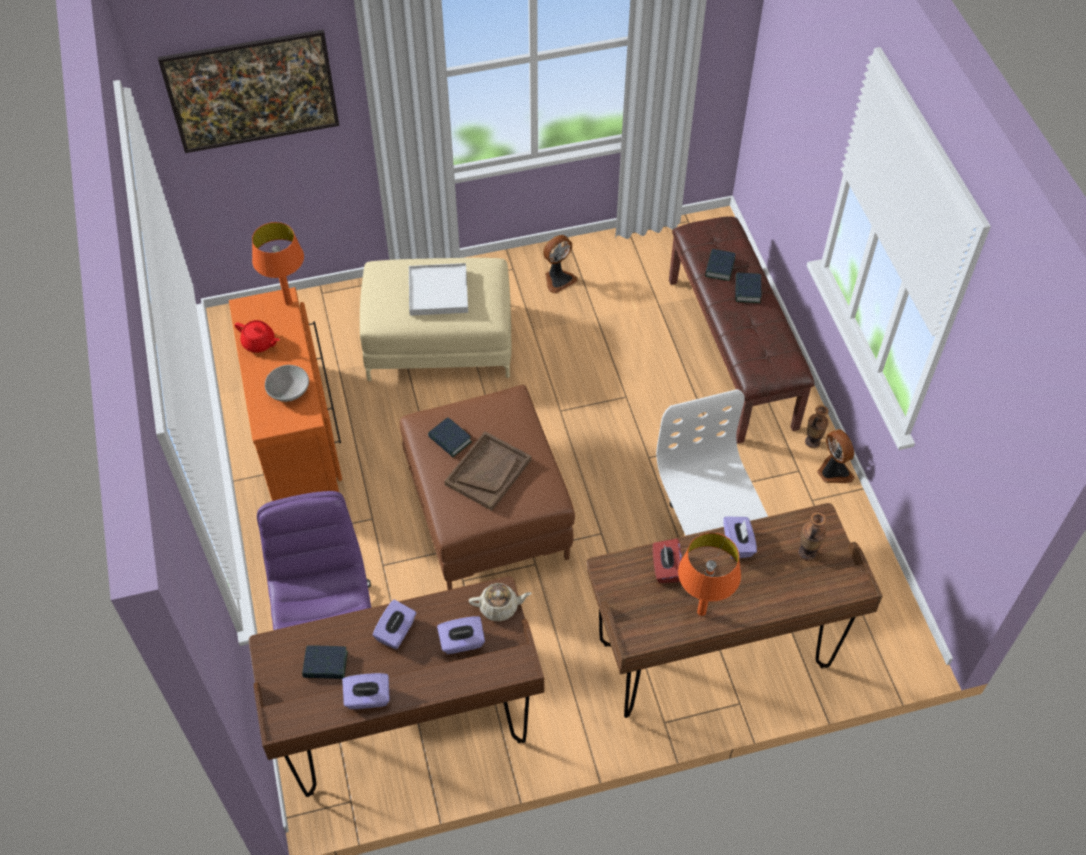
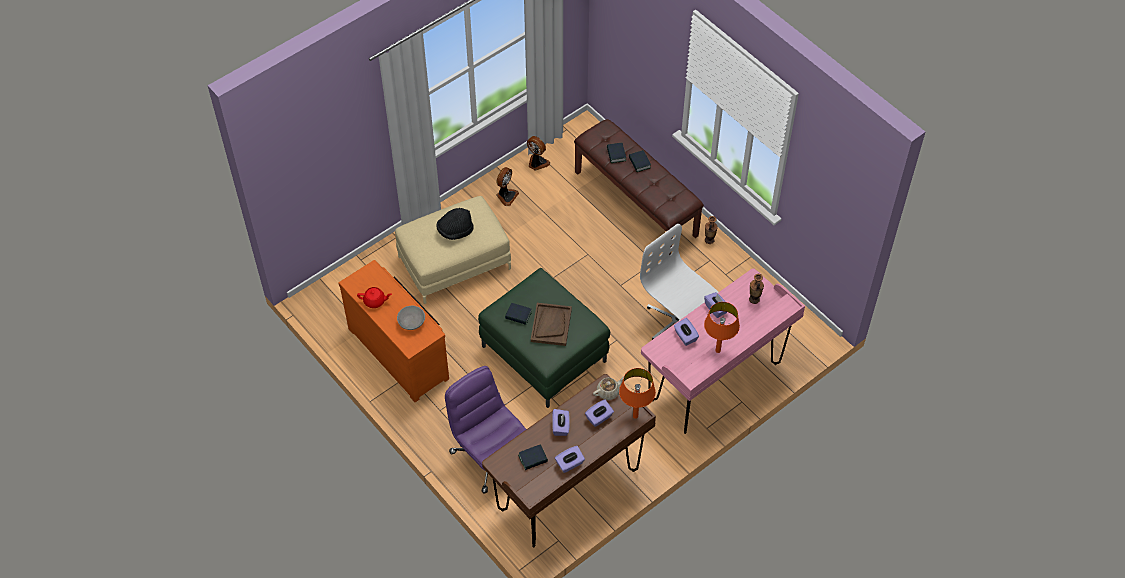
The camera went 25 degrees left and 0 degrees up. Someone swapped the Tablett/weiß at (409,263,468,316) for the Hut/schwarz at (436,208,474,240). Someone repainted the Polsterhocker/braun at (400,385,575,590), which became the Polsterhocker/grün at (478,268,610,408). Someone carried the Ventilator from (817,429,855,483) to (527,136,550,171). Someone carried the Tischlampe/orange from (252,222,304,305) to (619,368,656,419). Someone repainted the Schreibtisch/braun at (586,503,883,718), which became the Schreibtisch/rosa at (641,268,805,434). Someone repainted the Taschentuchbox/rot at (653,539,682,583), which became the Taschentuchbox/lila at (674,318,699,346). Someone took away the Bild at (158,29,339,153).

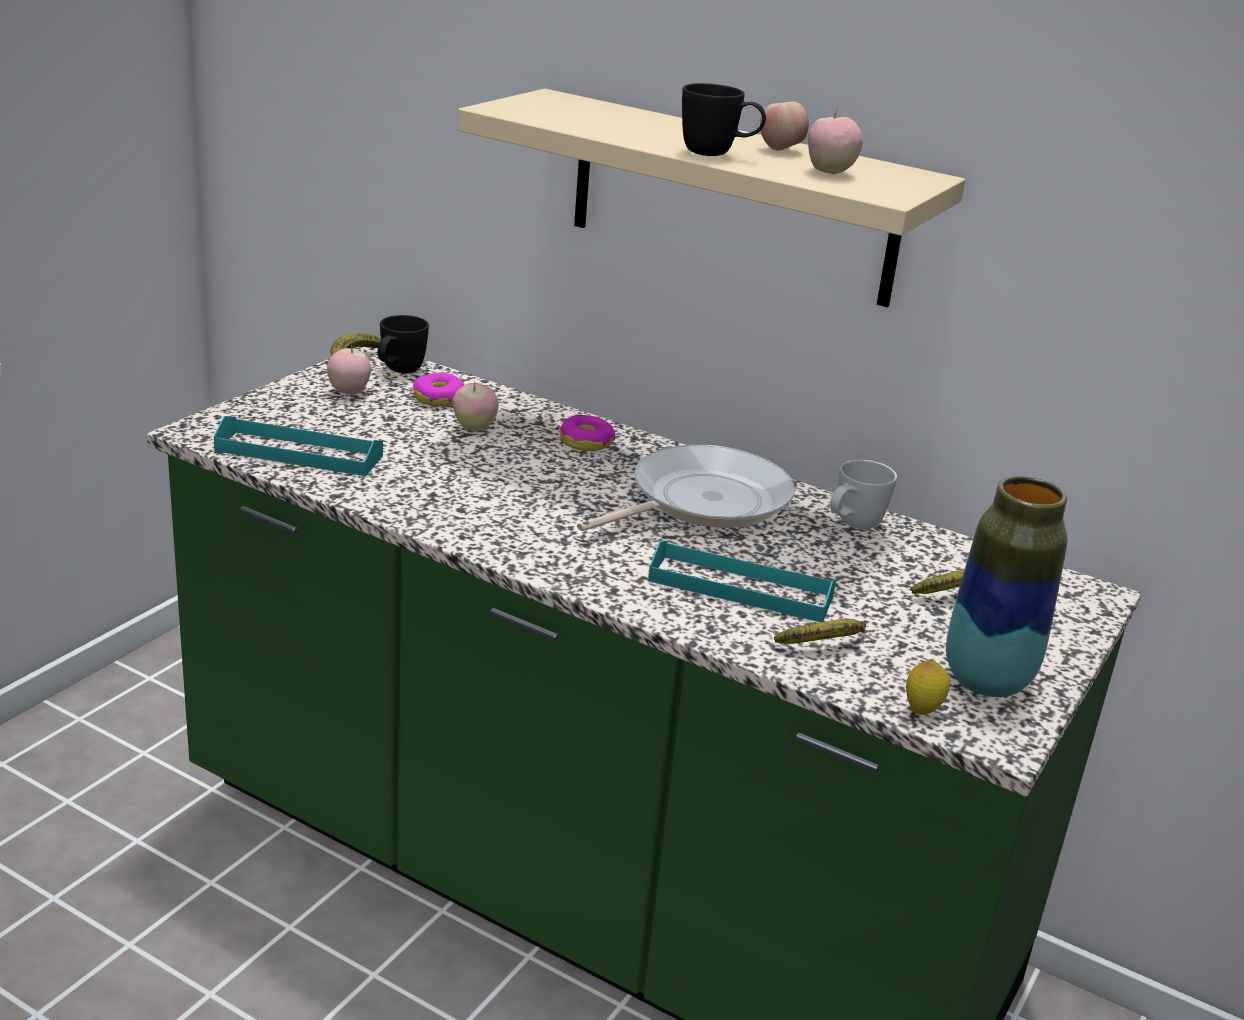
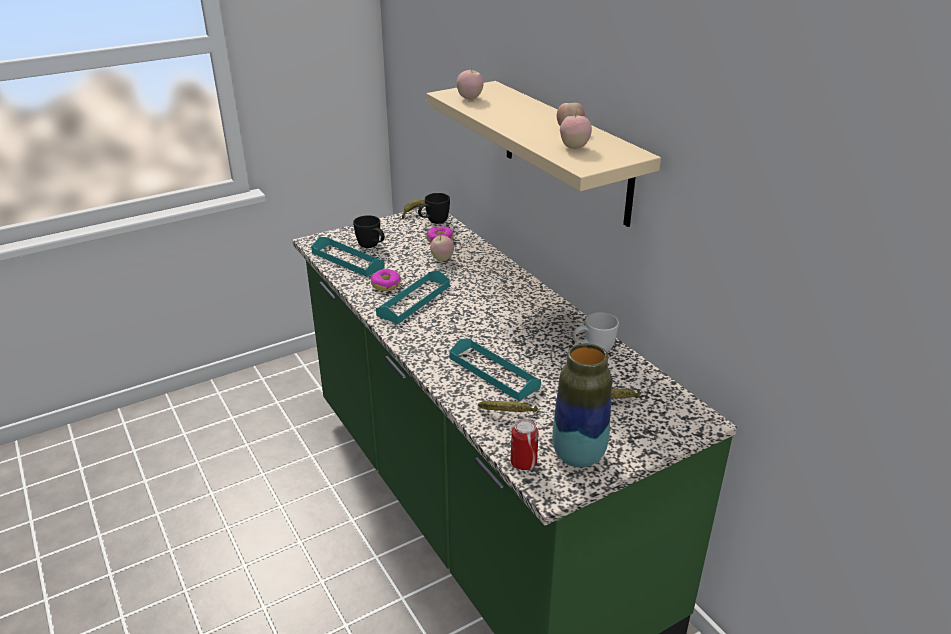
The camera went 30 degrees right and 5 degrees up. Someone carried the Henkelbecher/schwarz from (682,83,766,156) to (353,215,385,248). Someone carried the Donut from (560,415,615,451) to (370,269,401,291). Someone put down the Tablett/türkis at (376,270,450,324). Someone carried the Apfel from (327,345,371,395) to (456,67,484,100). Someone swapped the Zitrone at (906,659,950,715) for the Dose at (511,419,539,470). Someone took away the Pfanne at (577,445,795,531).

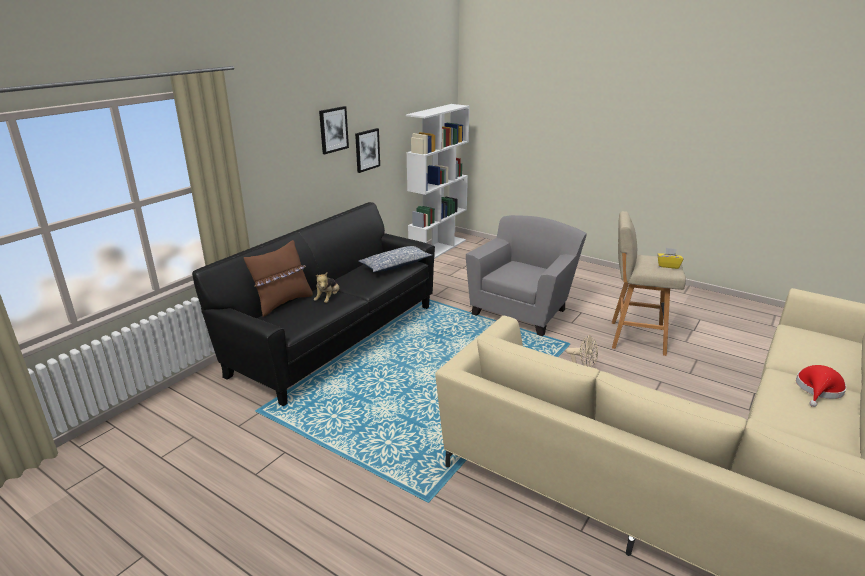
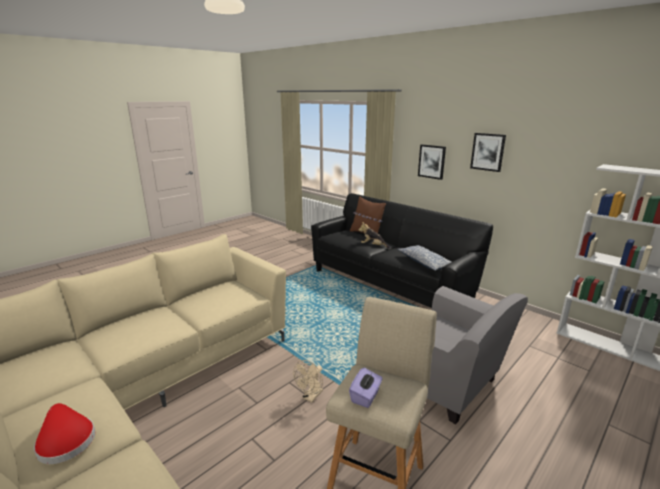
The camera went 100 degrees right and 5 degrees down. Someone repainted the Taschentuchbox/gelb at (657,248,683,269), which became the Taschentuchbox/lila at (349,368,383,408). Someone carried the Bild from (355,128,380,173) to (418,144,446,180).

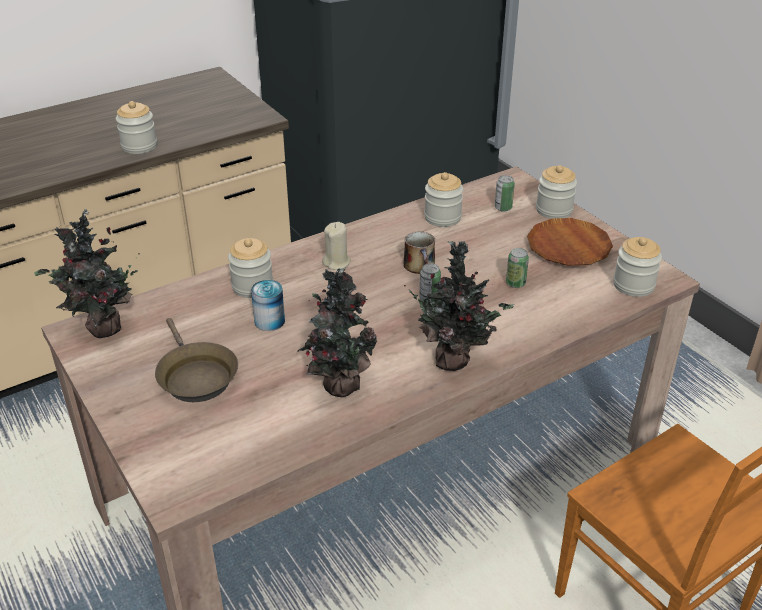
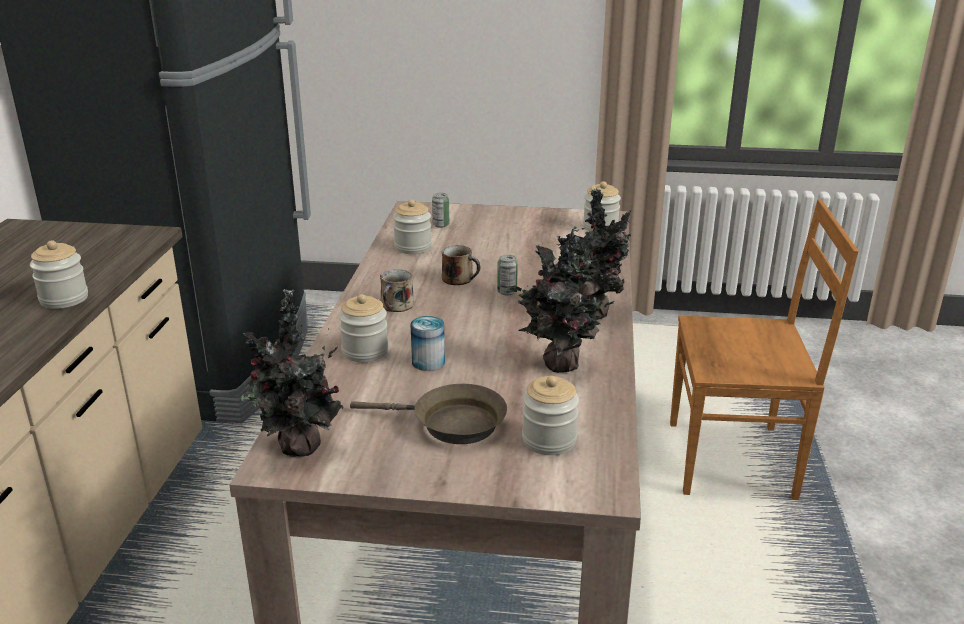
The camera went 50 degrees left and 10 degrees down. Someone swapped the Kerze/beige at (322,222,351,270) for the Henkelbecher at (380,269,414,312). Someone carried the Vorratsglas from (536,165,577,219) to (522,376,579,455). Someone took away the Dose at (506,248,529,288). Someone took away the Teller/braun at (527,218,613,266).

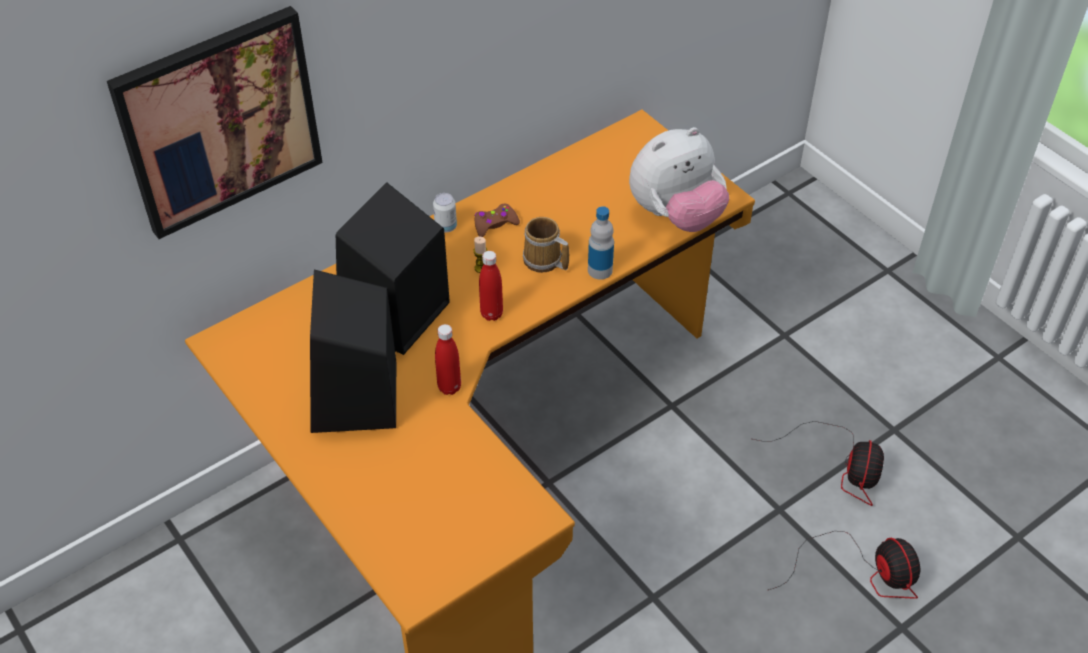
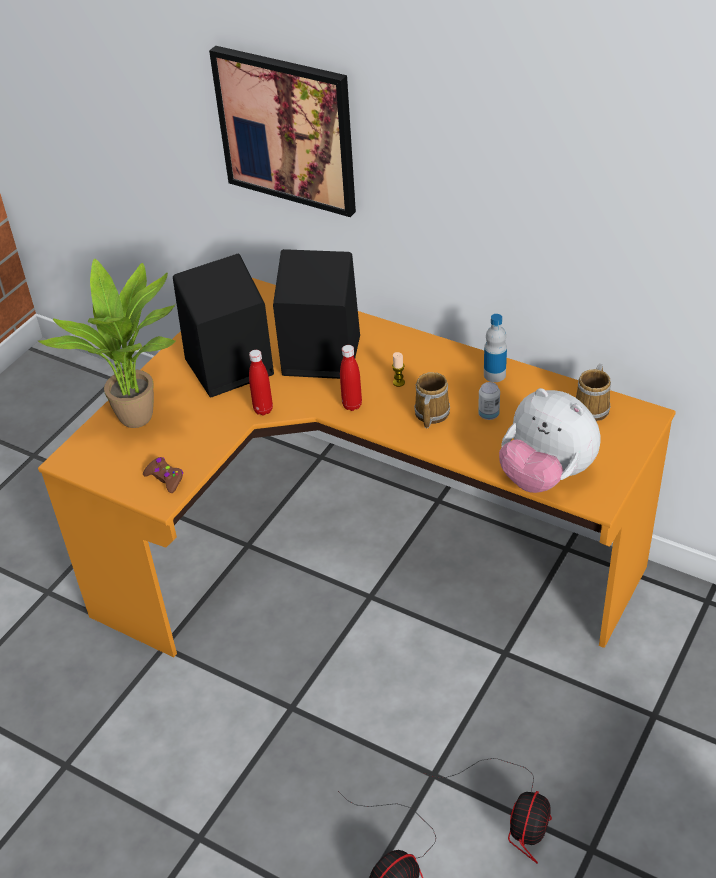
The camera went 70 degrees right and 5 degrees down. Someone put down the Topfpflanze at (38,259,176,428). Someone carried the Gamepad/braun from (475,204,520,237) to (143,457,183,493). Someone rotated the Ventilator at (753,421,884,506) by 60 degrees counterclockwise. Someone carried the Dose from (433,193,457,233) to (478,382,500,420). Someone carried the Flasche from (588,206,614,280) to (484,314,507,382). Someone put down the Henkelbecher at (576,364,611,421).

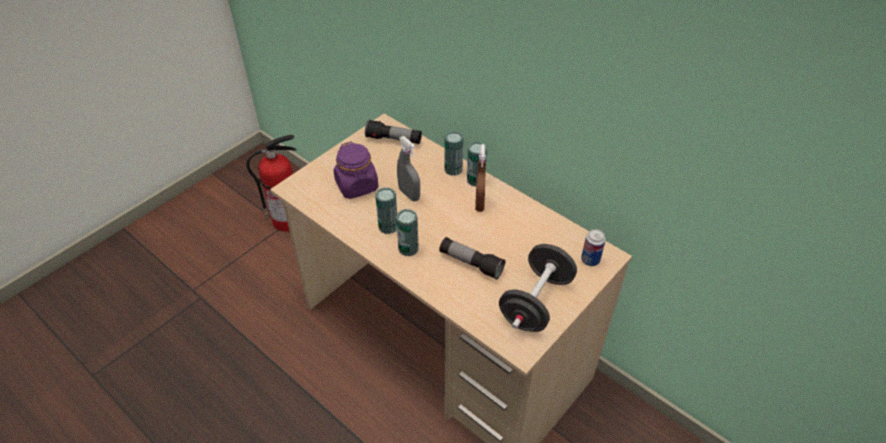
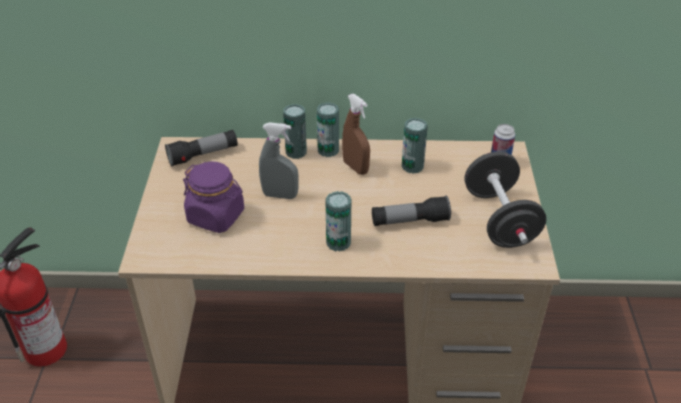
The camera went 40 degrees left and 5 degrees down. Someone carried the Dose from (375,187,397,234) to (402,118,428,174).

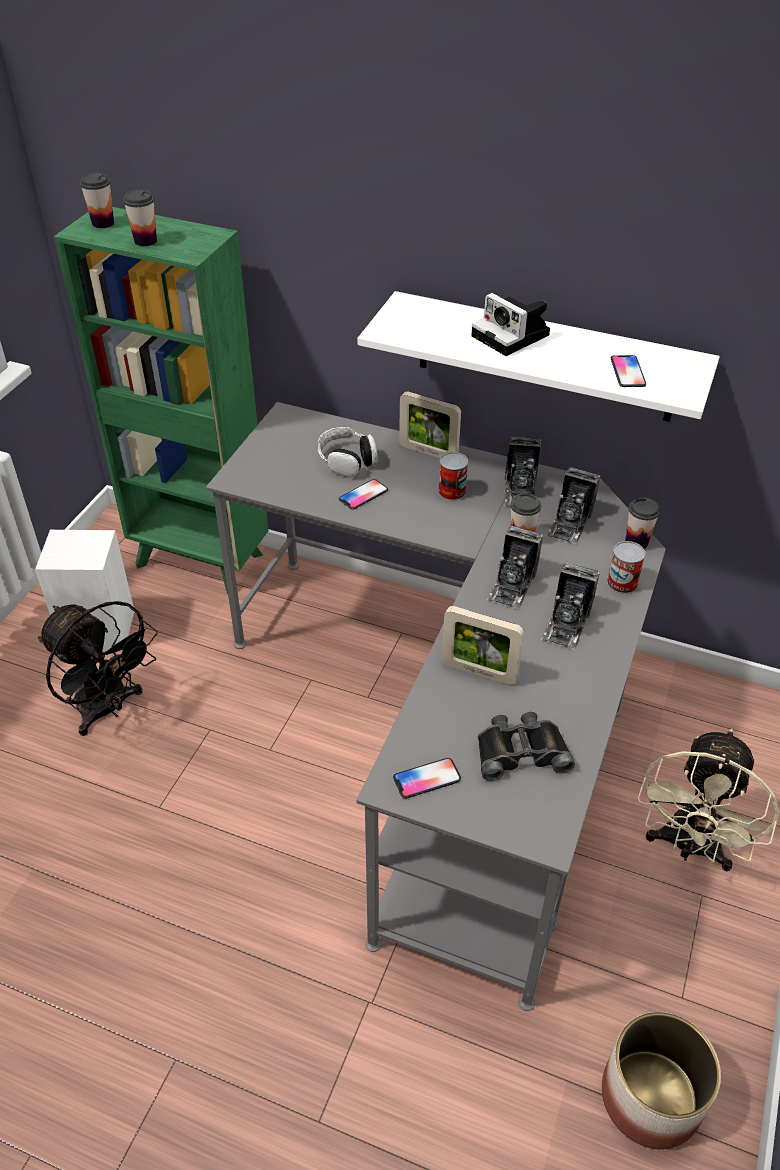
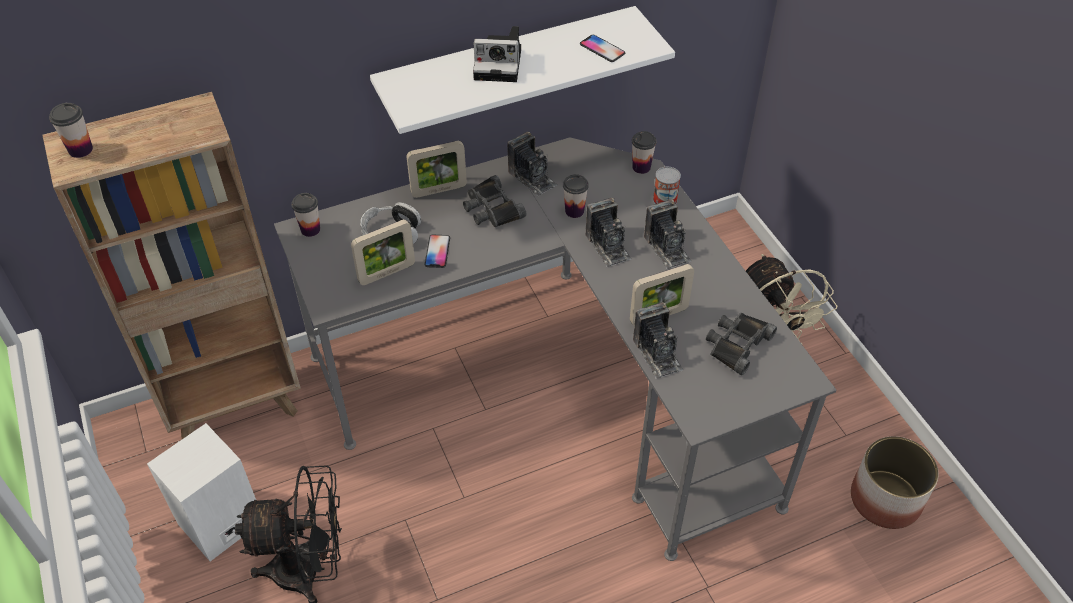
The camera went 45 degrees left and 5 degrees up. Someone repainted the Bücherregal/grün at (54,207,268,594), which became the Bücherregal/braun at (42,92,301,439). Someone carried the Tasse from (123,190,157,246) to (291,193,320,237). Someone put down the Bilderrahmen at (351,219,415,285). Someone swapped the Dose at (438,452,468,500) for the Fernglas/schwarz at (463,175,526,227). Someone carried the Kamera from (546,467,600,544) to (633,302,683,379). Someone took away the Handy at (393,758,461,799).

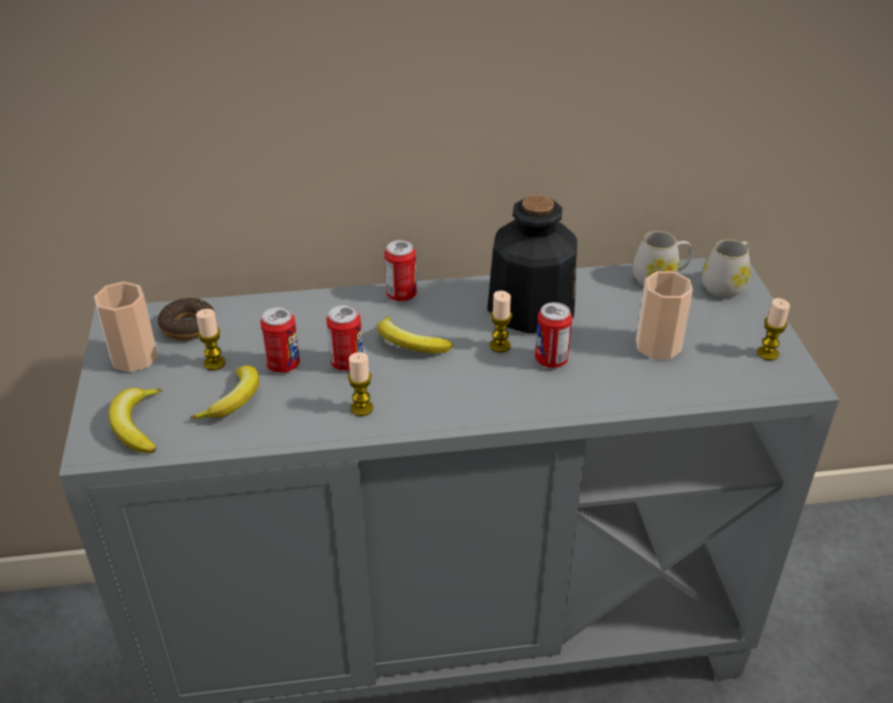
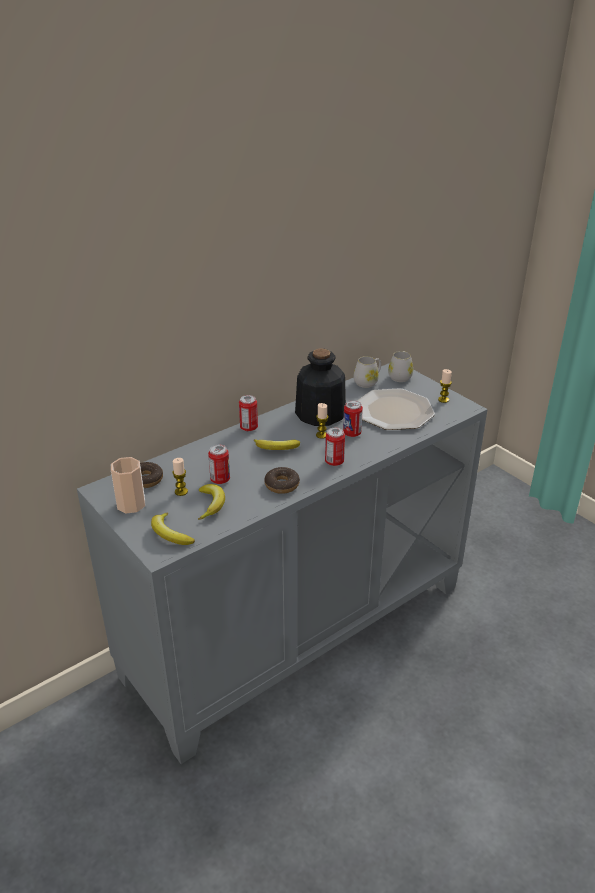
The camera went 30 degrees left and 5 degrees down. Someone swapped the Kerze at (348,352,373,416) for the Donut at (264,467,300,494). Someone carried the Dose from (326,305,363,371) to (325,427,345,466). Someone swapped the Tasse at (636,271,693,359) for the Teller at (357,388,435,430).

